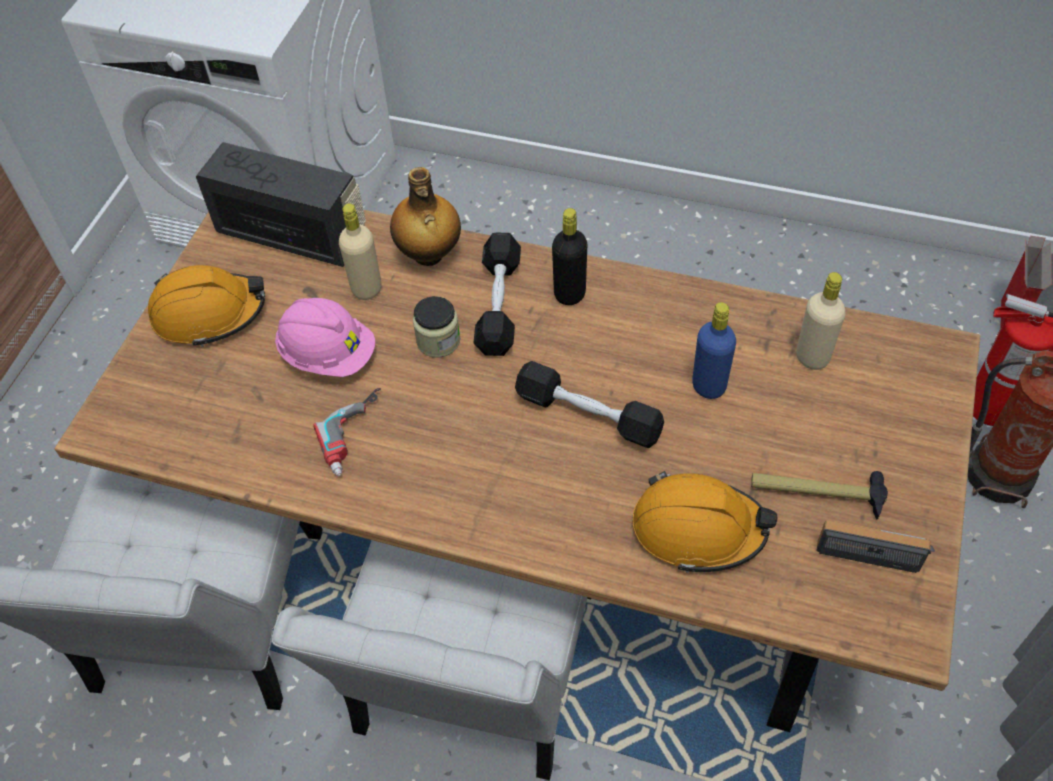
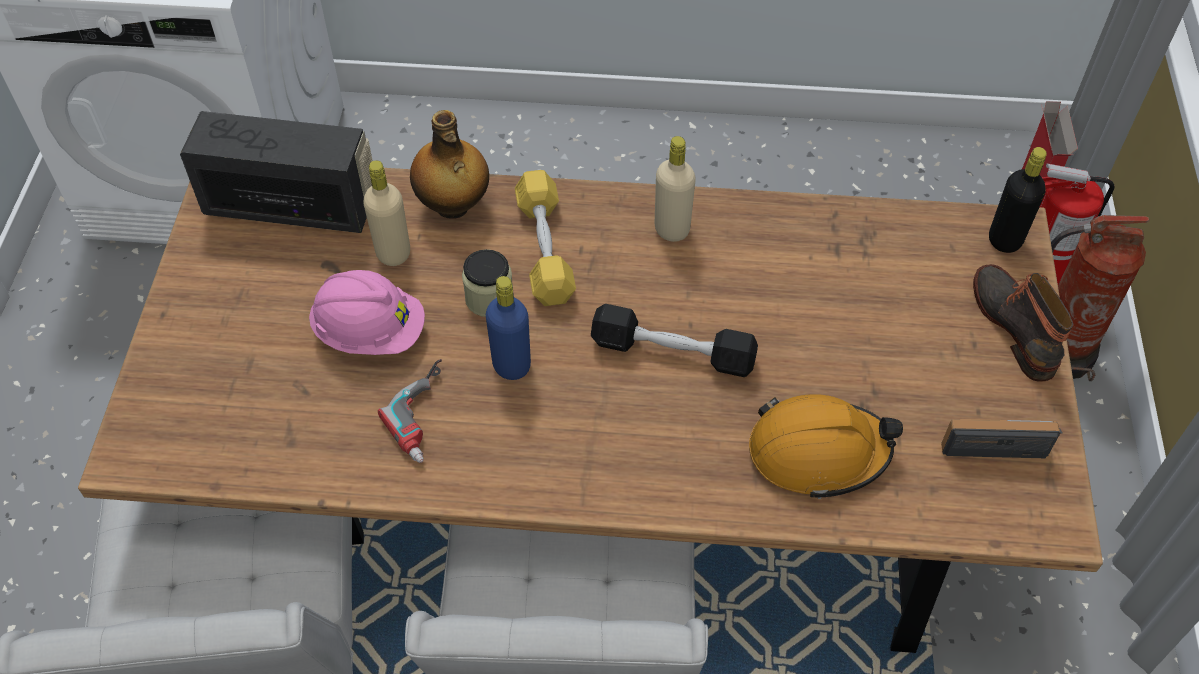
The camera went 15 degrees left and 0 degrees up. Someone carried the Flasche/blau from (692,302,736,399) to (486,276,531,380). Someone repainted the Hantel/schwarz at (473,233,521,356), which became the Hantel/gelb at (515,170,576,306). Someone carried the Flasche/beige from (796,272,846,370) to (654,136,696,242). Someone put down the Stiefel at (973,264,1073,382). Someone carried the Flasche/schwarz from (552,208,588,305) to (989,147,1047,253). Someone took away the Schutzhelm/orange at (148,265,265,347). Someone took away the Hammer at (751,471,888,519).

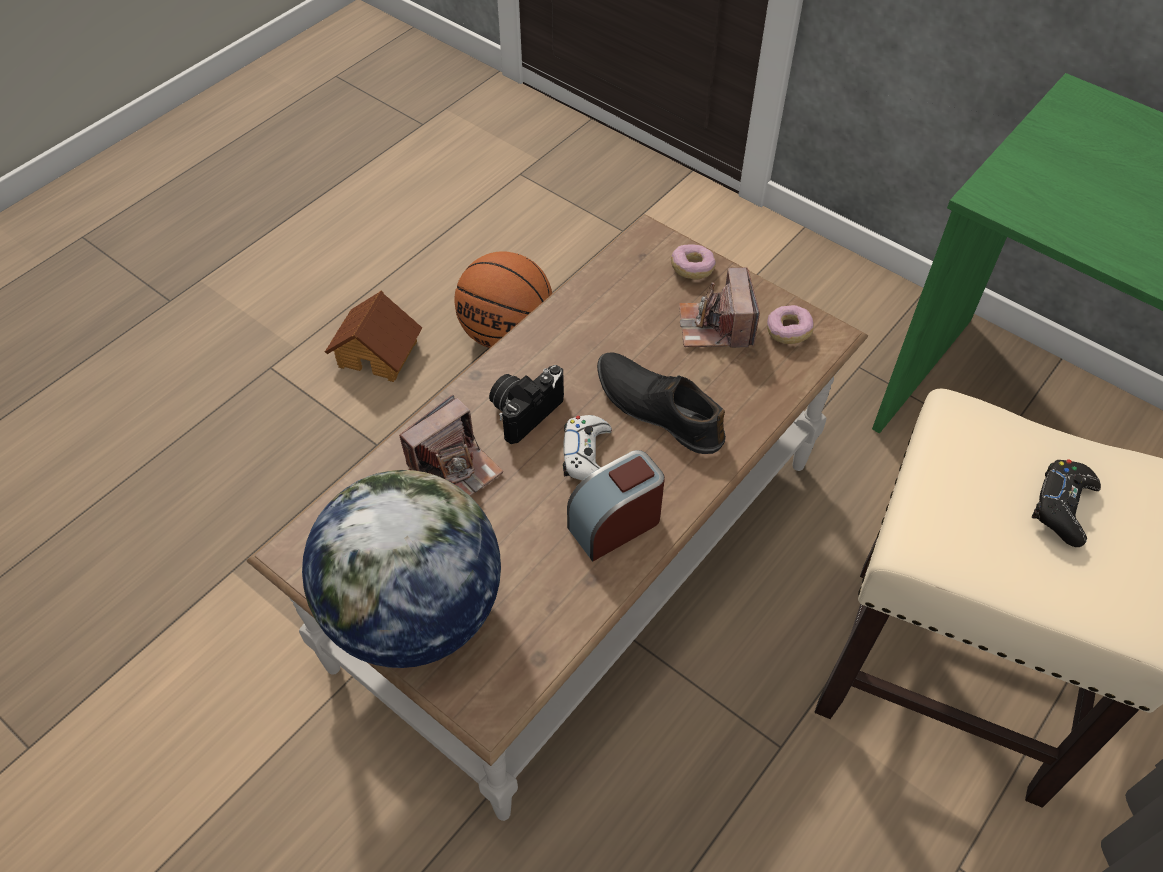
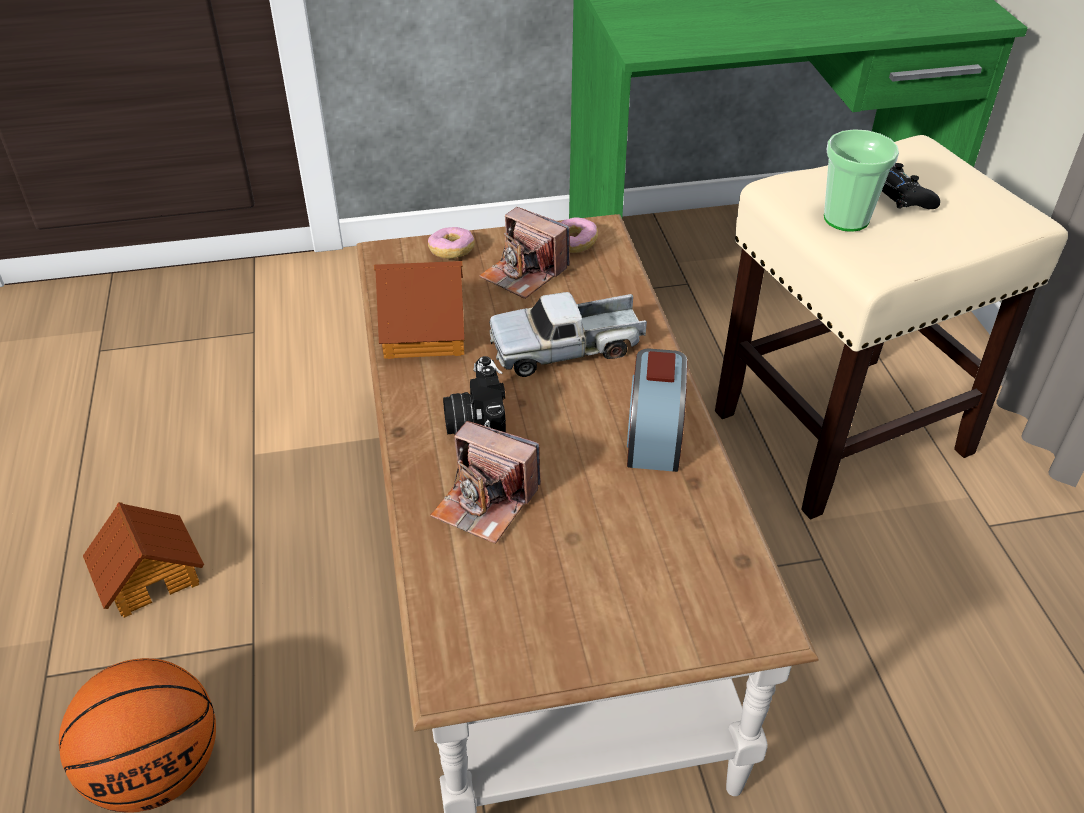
The camera went 50 degrees left and 10 degrees down. Someone carried the Basketball from (455,251,552,348) to (59,658,216,813). Someone put down the Spielzeughaus at (374,261,464,359). Someone rotated the Kamera at (399,395,504,496) by 120 degrees clockwise. Someone swapped the Schuh/schwarz at (597,352,726,454) for the Spielzeuglaster at (489,292,647,377). Someone put down the Tasse at (824,129,899,232). Someone took away the Globus at (302,470,501,668). Someone took away the Gamepad/weiß at (563,415,612,480).

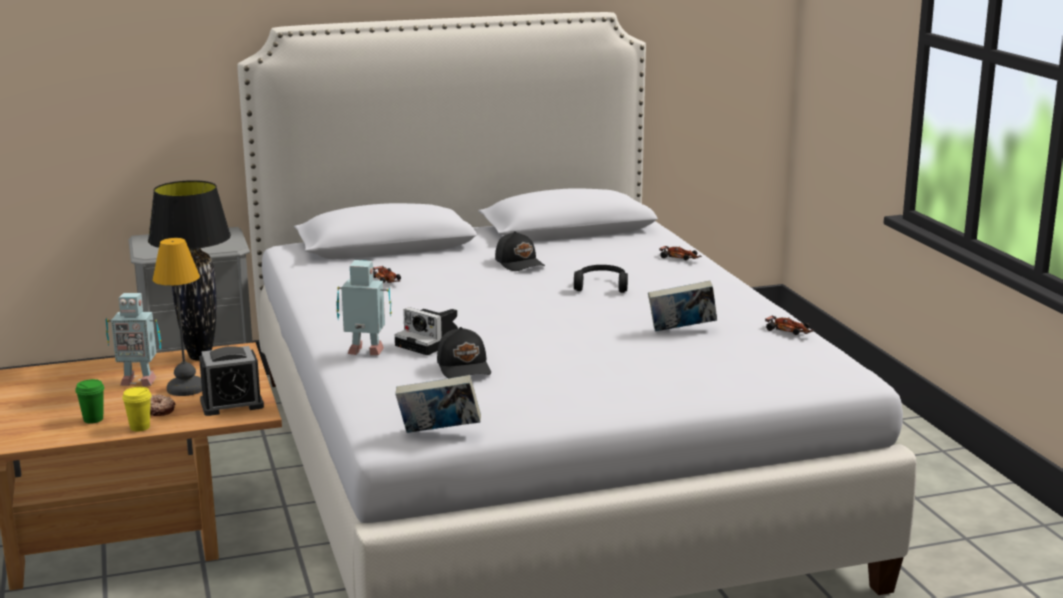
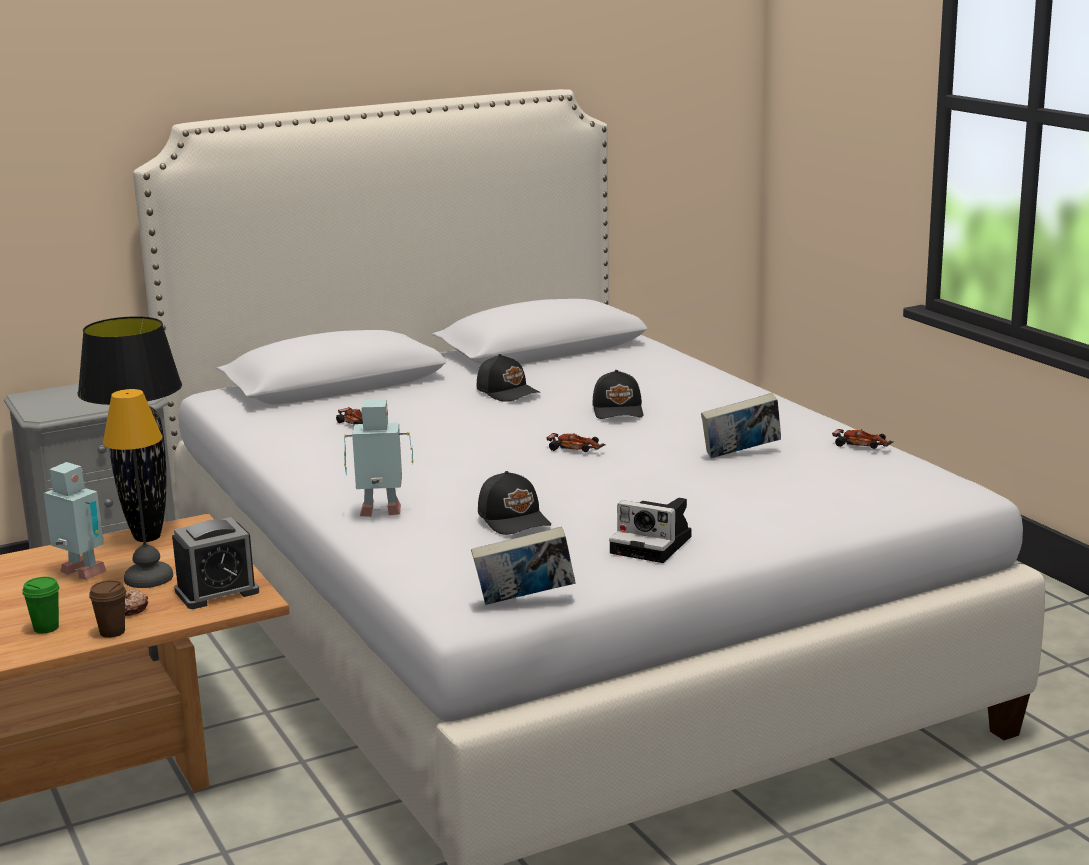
The camera went 10 degrees left and 0 degrees up. Someone rotated the Spielzeugroboter at (106,293,161,386) by 135 degrees counterclockwise. Someone repainted the Tasse/gelb at (122,387,152,431), which became the Tasse/braun at (89,580,126,638). Someone carried the Spielzeugauto from (659,246,702,260) to (546,433,606,452). Someone swapped the Kopfhörer/schwarz at (574,265,628,293) for the Kappe/schwarz at (592,370,643,419). Someone carried the Kamera from (394,307,459,355) to (609,498,692,563).

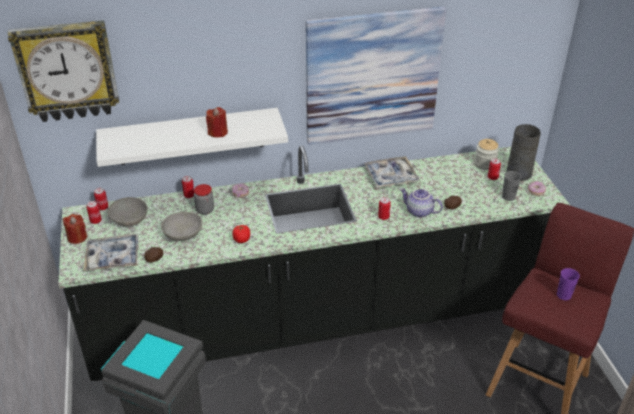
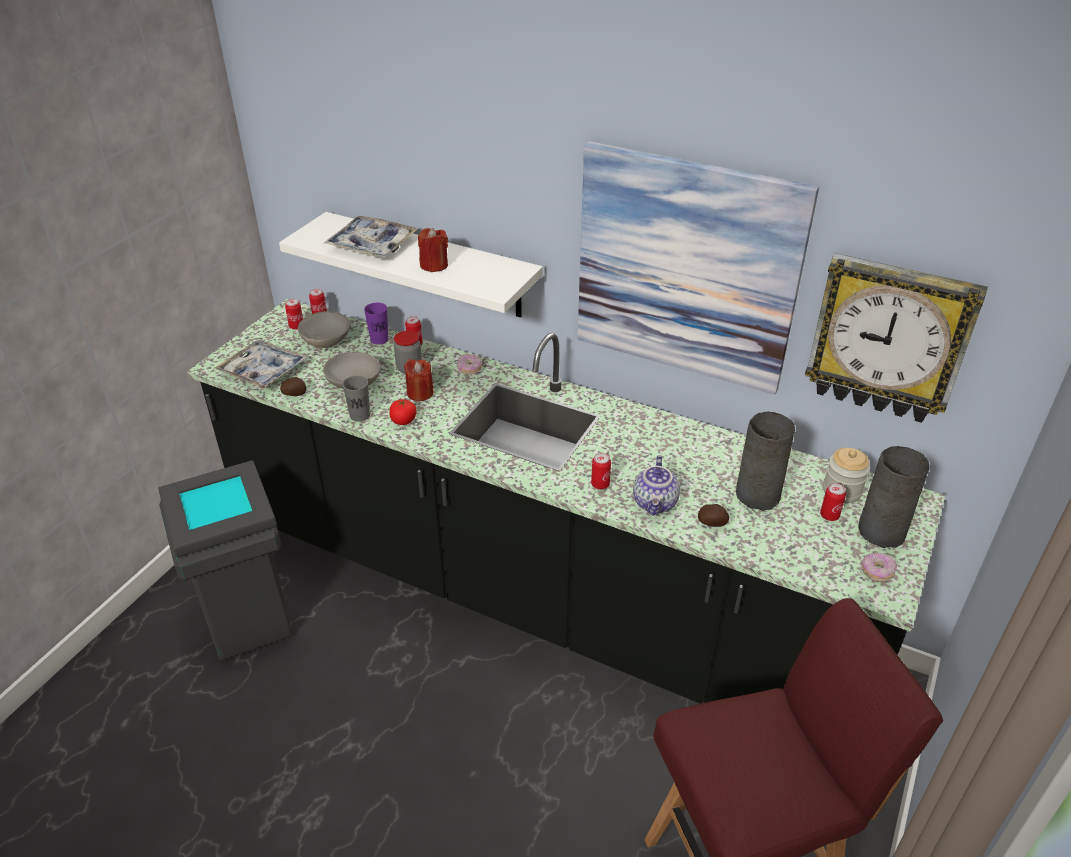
The camera went 40 degrees right and 0 degrees up. Someone carried the Tablett from (364,156,420,188) to (324,216,418,258). Someone carried the Tasse/grau from (502,171,521,201) to (342,375,370,422). Someone carried the Tasse/lila from (557,268,580,300) to (364,303,389,345). Someone carried the Kerze/rot from (63,214,87,244) to (404,359,434,401). Someone rotated the Teekanne at (400,188,443,218) by 150 degrees counterclockwise. Someone put down the Vase/grau at (736,411,795,511). Someone carried the Wanduhr from (8,20,119,122) to (805,253,988,423).

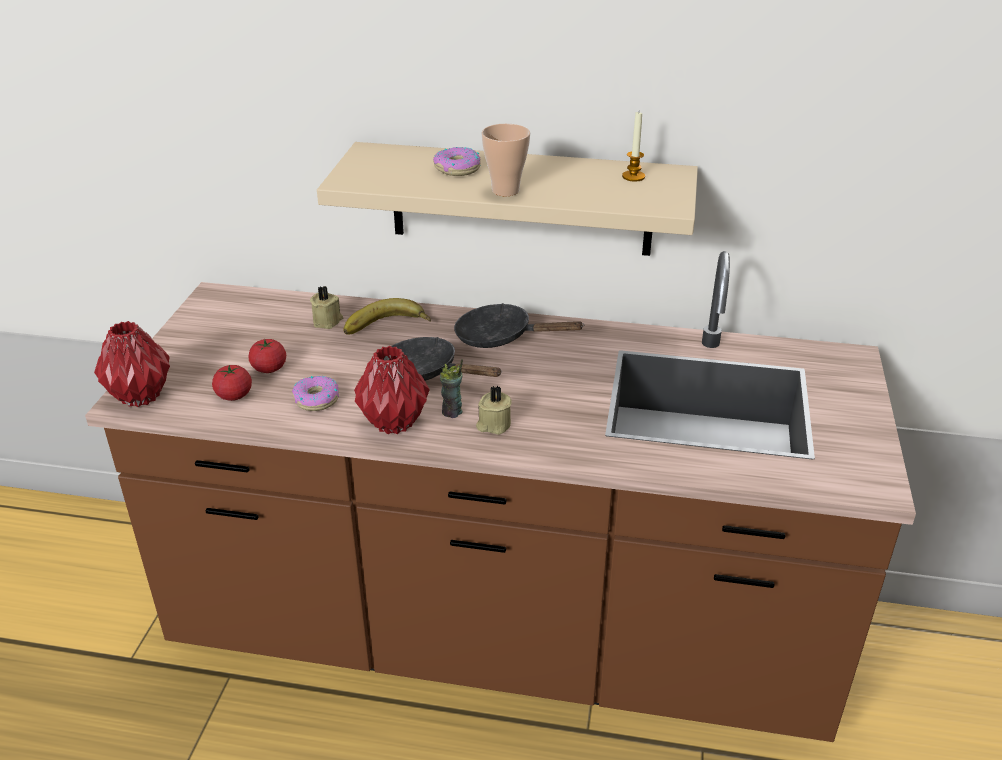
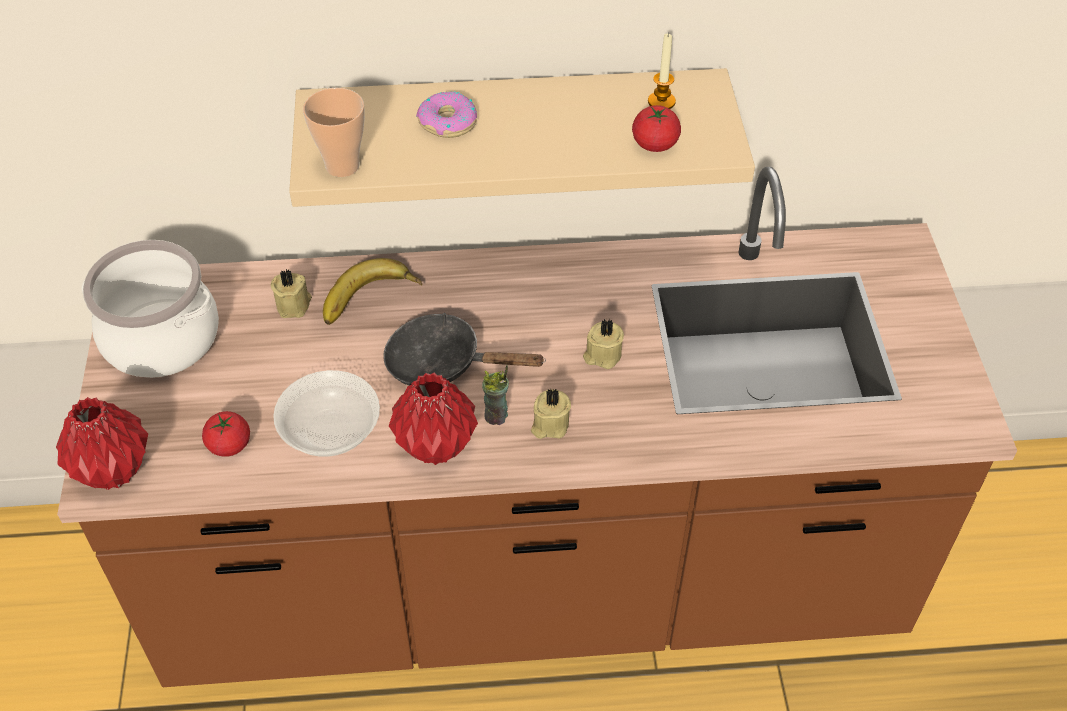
The camera went 15 degrees left and 15 degrees up. Someone put down the Kochtopf at (81,240,219,378). Someone swapped the Donut at (292,376,339,411) for the Schüssel at (273,370,380,457). Someone carried the Tasse from (481,123,530,196) to (303,88,365,177). Someone put down the Kerze/beige at (583,319,624,369). Someone carried the Tomate from (248,339,286,373) to (632,105,681,152). Someone took away the Pfanne/schwarz at (454,303,584,348).

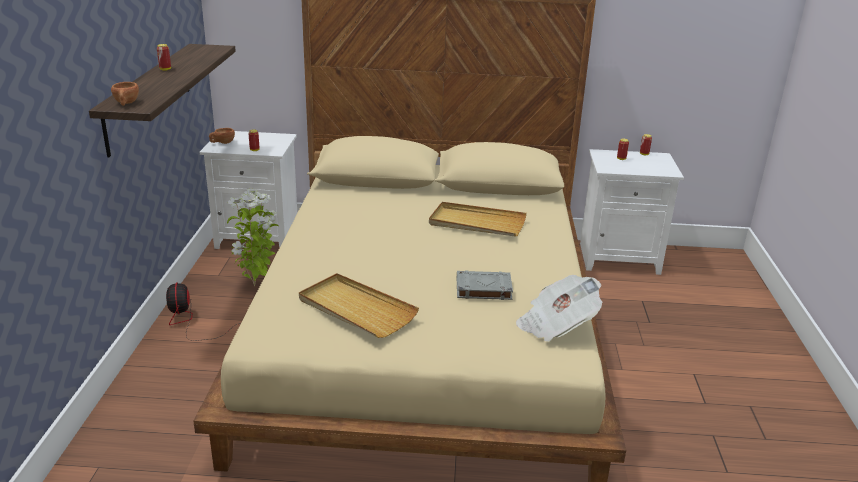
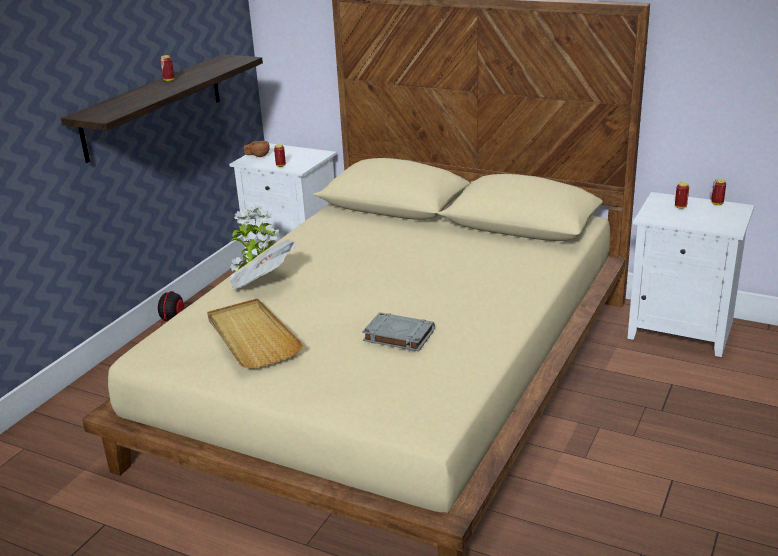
The camera went 25 degrees right and 0 degrees up. Someone carried the Zeitung from (516,275,602,342) to (229,239,295,291). Someone took away the Tasse/braun at (111,82,139,106). Someone took away the Tablett/beige at (429,202,527,237).

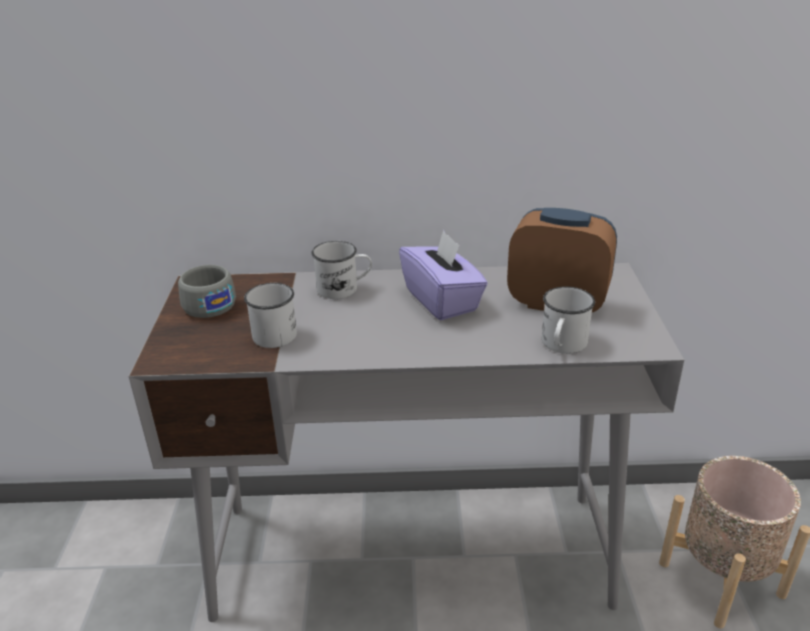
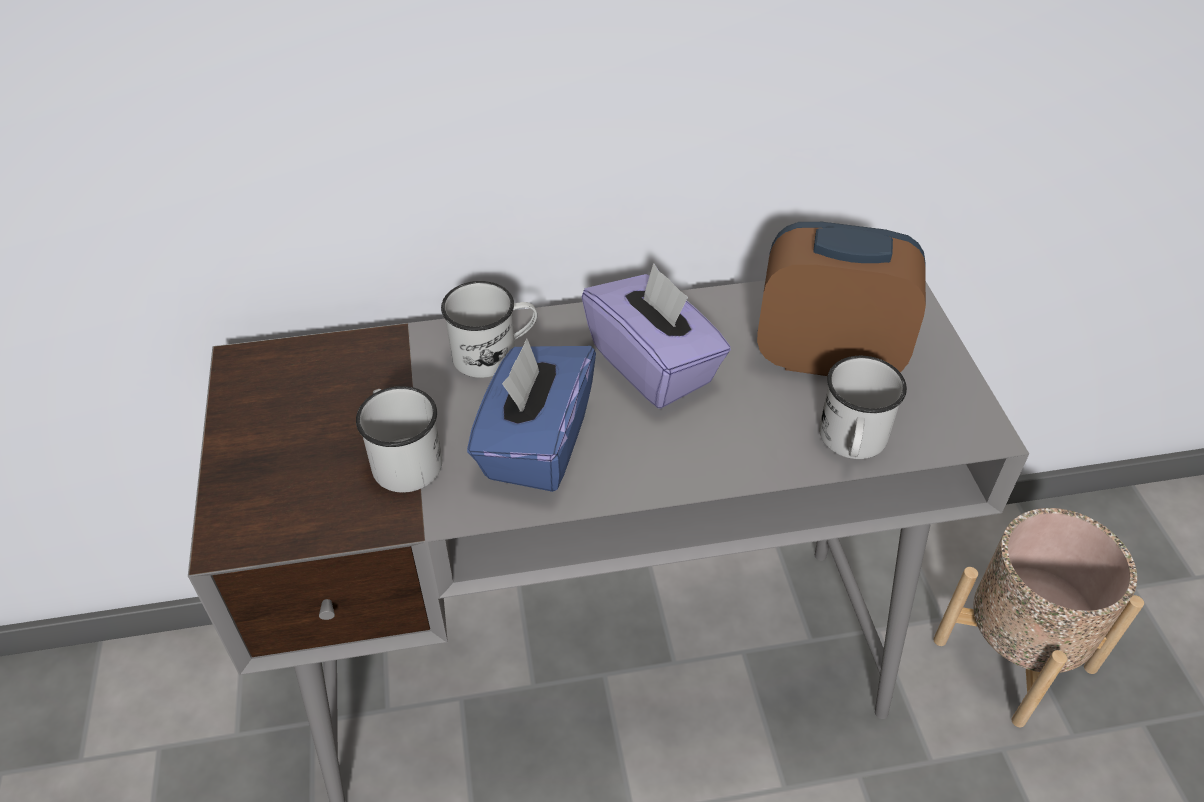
The camera went 10 degrees left and 15 degrees up. Someone put down the Taschentuchbox/blau at (467,338,596,492). Someone took away the Tasse/grau at (178,265,236,318).

